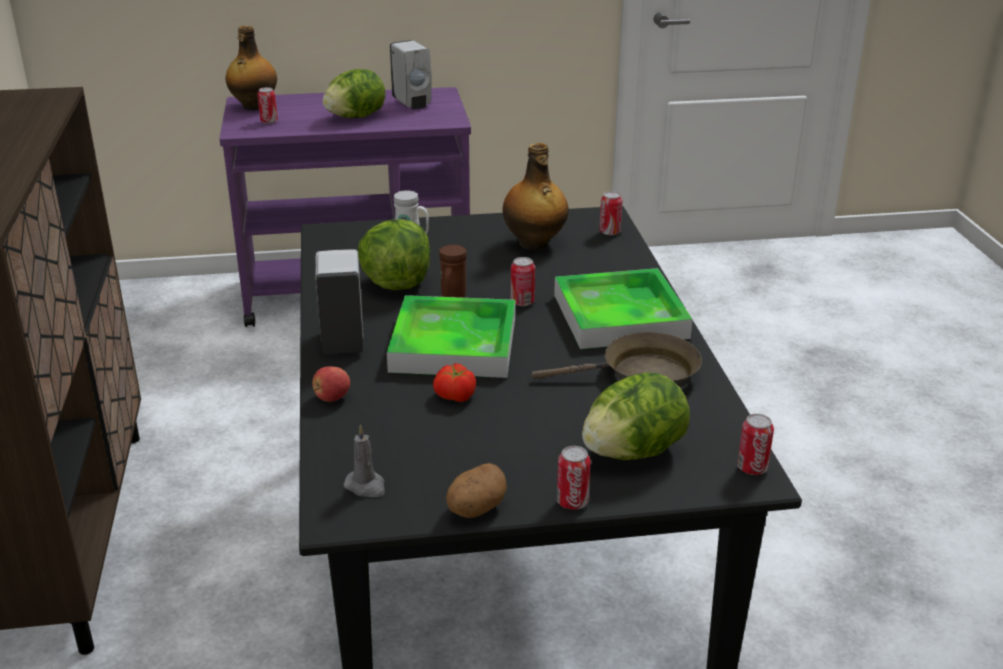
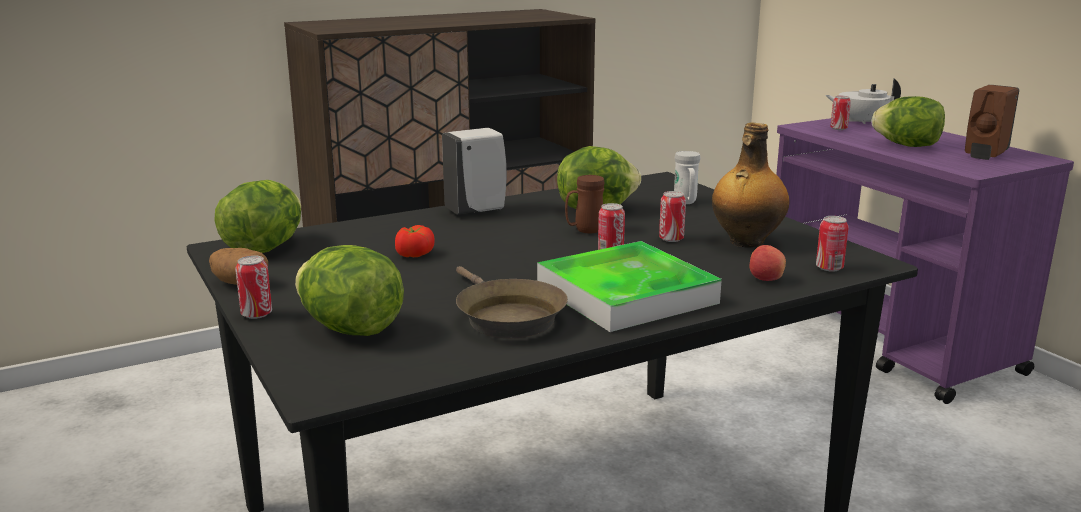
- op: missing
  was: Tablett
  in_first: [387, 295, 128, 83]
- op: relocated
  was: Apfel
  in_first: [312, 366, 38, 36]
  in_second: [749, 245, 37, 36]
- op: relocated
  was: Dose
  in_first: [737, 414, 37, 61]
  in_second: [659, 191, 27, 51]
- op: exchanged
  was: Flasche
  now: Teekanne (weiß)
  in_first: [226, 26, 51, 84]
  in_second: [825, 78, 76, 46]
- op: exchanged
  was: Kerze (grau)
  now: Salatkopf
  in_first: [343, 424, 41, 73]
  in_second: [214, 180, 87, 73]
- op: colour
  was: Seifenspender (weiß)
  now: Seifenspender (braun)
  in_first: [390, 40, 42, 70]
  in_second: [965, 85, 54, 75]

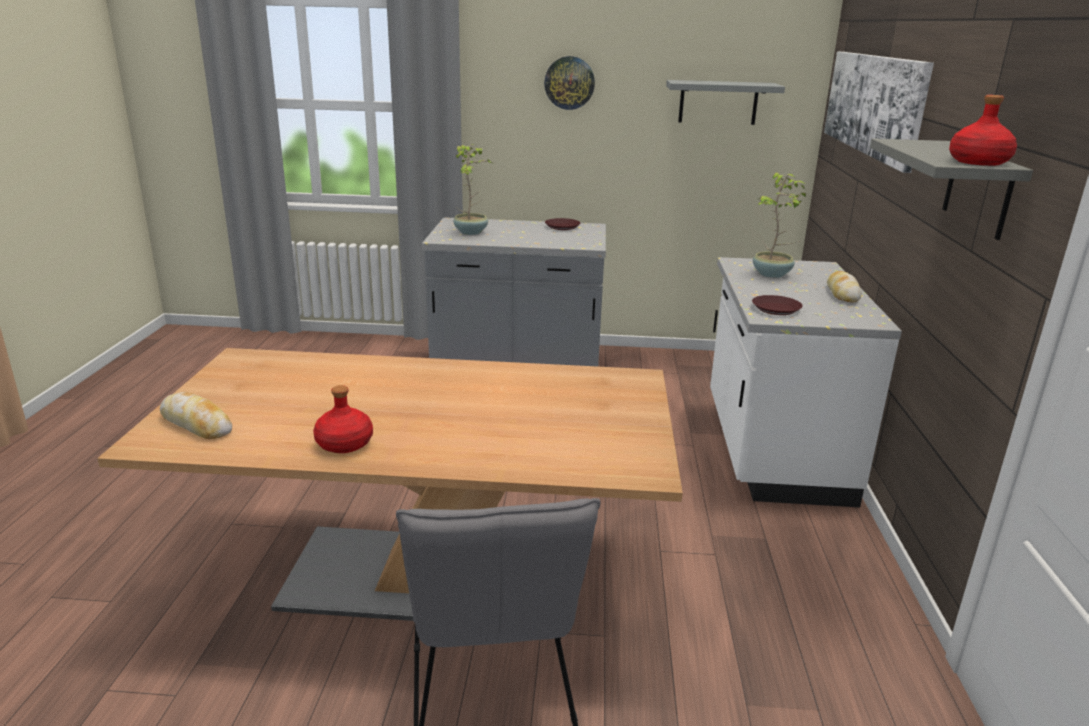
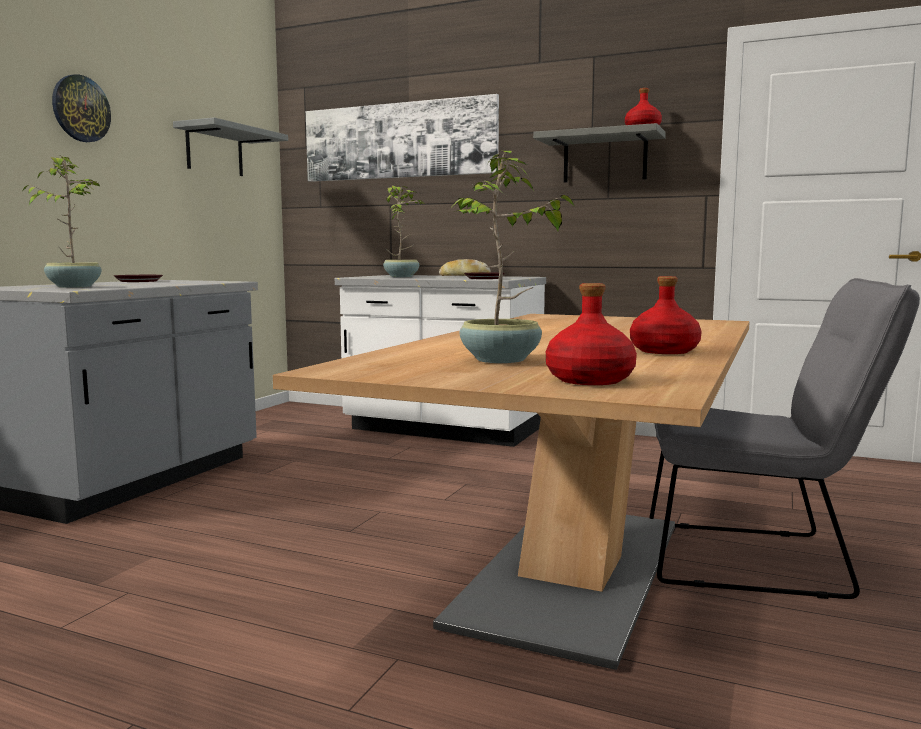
- op: appeared
  now: Topfpflanze
  in_second: [451, 151, 125, 212]
- op: exchanged
  was: Brot
  now: Flasche (rot)
  in_first: [160, 392, 72, 47]
  in_second: [546, 283, 91, 102]

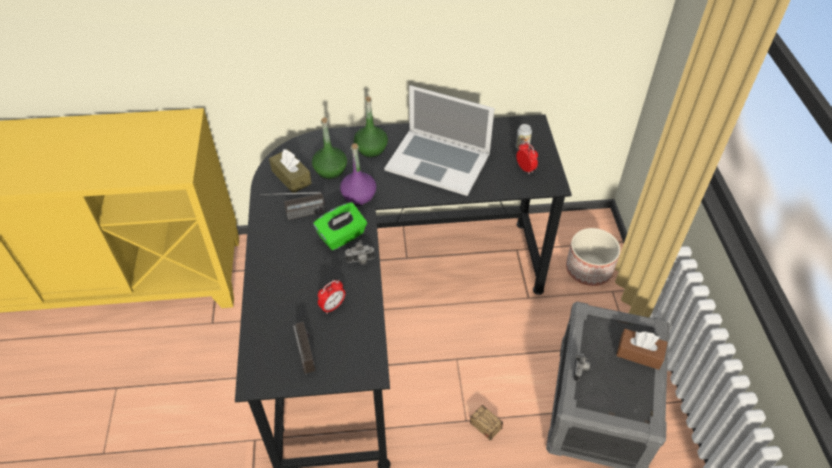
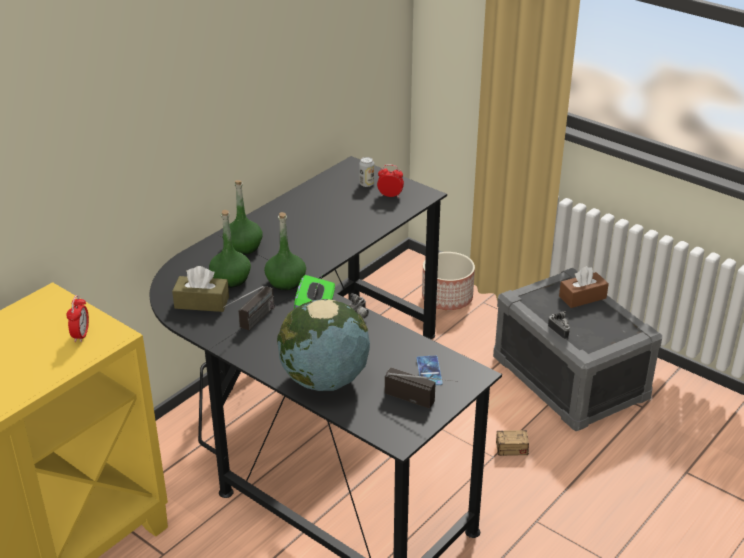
- op: missing
  was: Laptop
  in_first: [384, 85, 111, 111]
- op: appeared
  now: Globus
  in_second: [277, 299, 93, 92]
- op: appeared
  now: Handy
  in_second: [417, 356, 26, 29]
- op: relocated
  was: Wecker
  in_first: [318, 280, 27, 34]
  in_second: [67, 295, 22, 48]
- op: colour
  was: Flasche (lila)
  now: Flasche (grün)
  in_first: [340, 143, 37, 63]
  in_second: [264, 212, 42, 78]

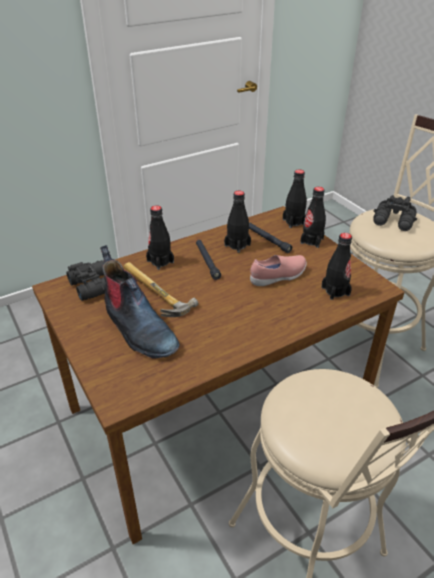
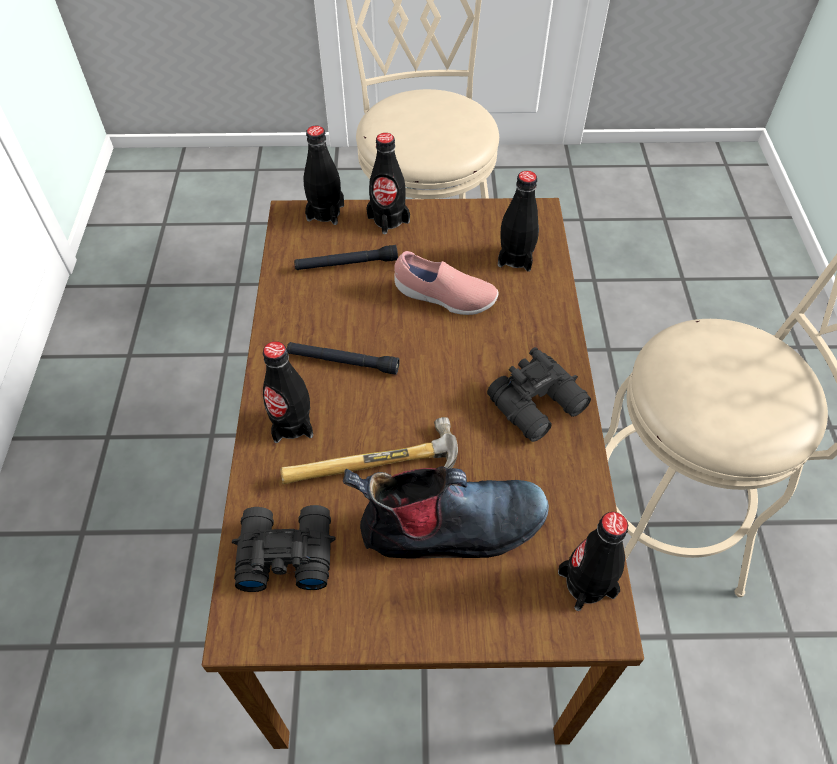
- op: relocated
  was: Flasche (schwarz)
  in_first: [224, 191, 27, 62]
  in_second: [558, 512, 70, 99]
- op: relocated
  was: Fernglas (schwarz)
  in_first: [373, 195, 44, 36]
  in_second: [487, 347, 104, 95]
- op: spun
  was: Schuh (rosa)
  in_first: [250, 255, 57, 31]
  in_second: [394, 251, 105, 64]
  clockwise: 105

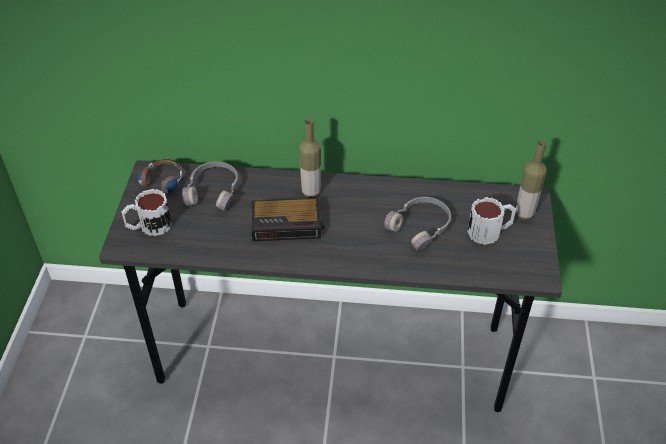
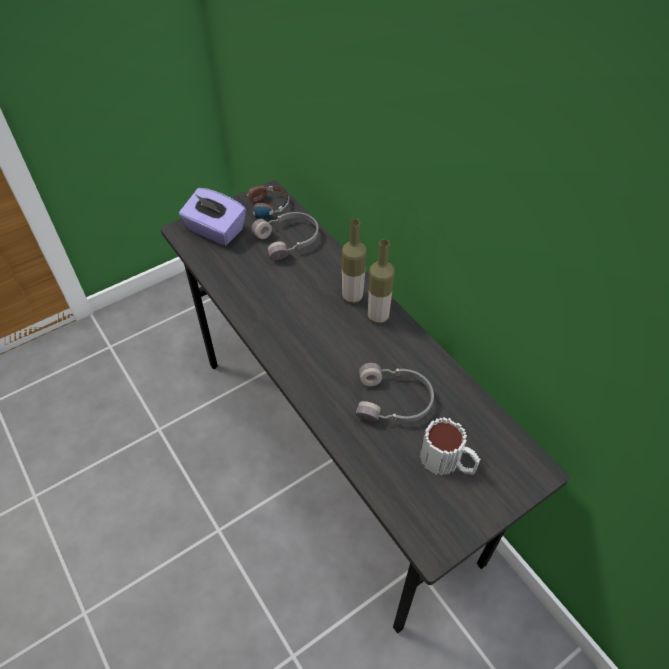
- op: missing
  was: Wecker
  in_first: [252, 198, 73, 43]
- op: relocated
  was: Flasche
  in_first: [516, 140, 31, 80]
  in_second: [368, 239, 27, 85]
- op: exchanged
  was: Henkelbecher
  now: Taschentuchbox (lila)
  in_first: [121, 189, 51, 47]
  in_second: [179, 188, 67, 58]

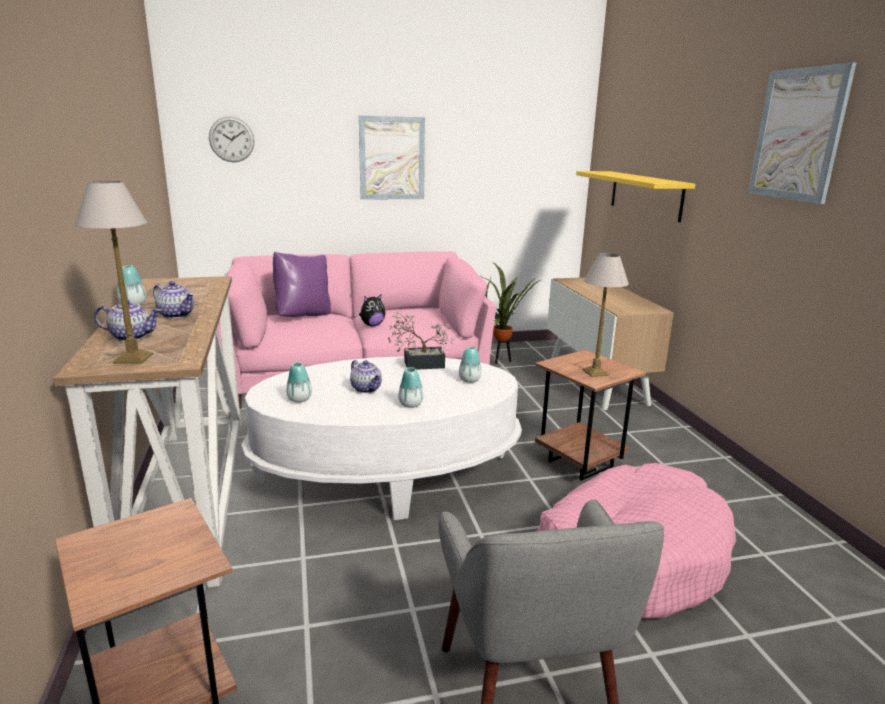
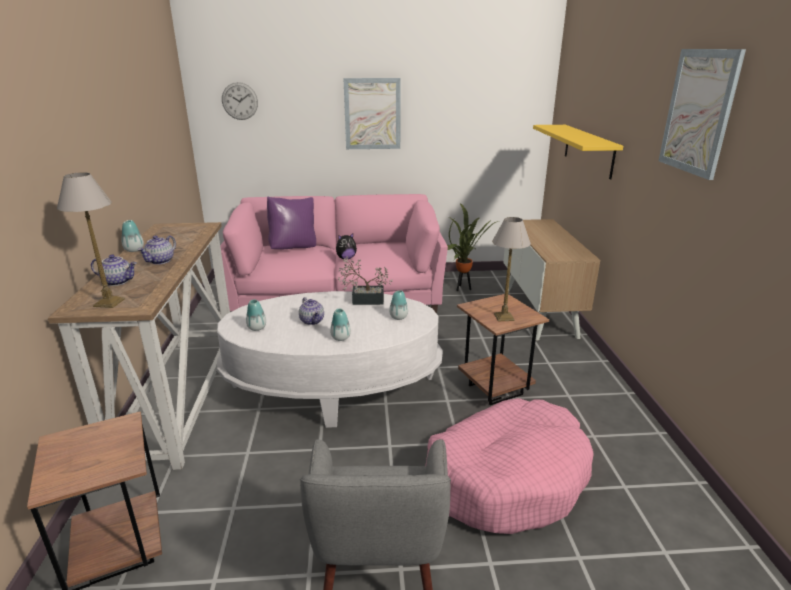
- op: spun
  was: Teekanne
  in_first: [153, 281, 41, 38]
  in_second: [138, 235, 38, 29]
  clockwise: 75

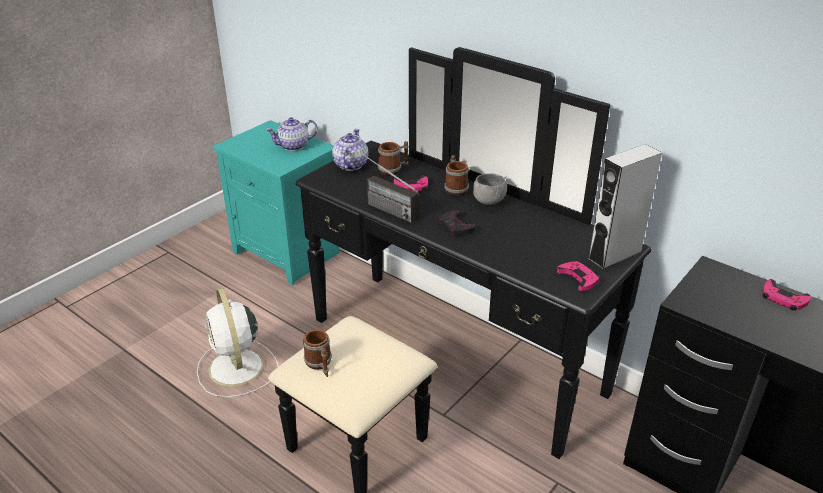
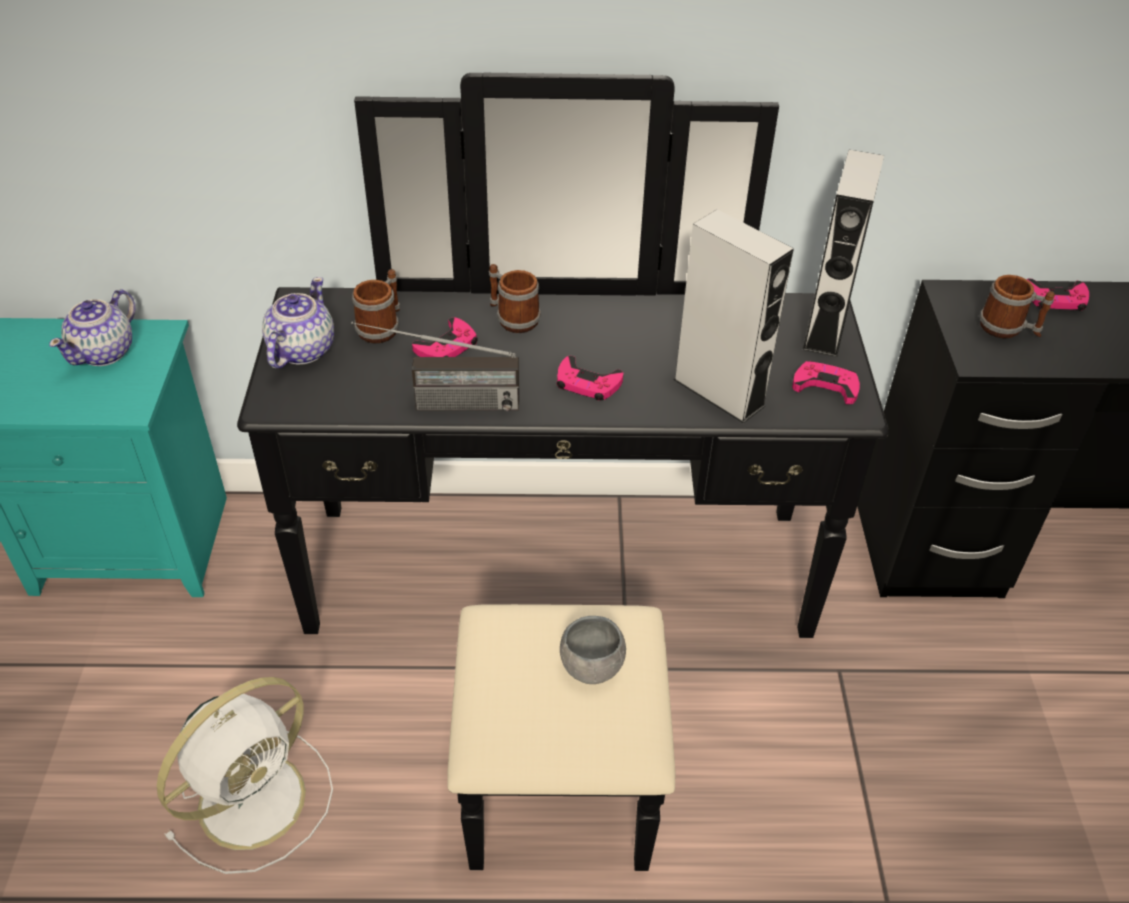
- op: appeared
  now: Lautsprecher (grau)
  in_second: [673, 209, 121, 214]
- op: relocated
  was: Henkelbecher
  in_first: [303, 329, 29, 48]
  in_second: [980, 275, 75, 64]
- op: relocated
  was: Schüssel (grau)
  in_first: [473, 173, 34, 32]
  in_second: [560, 616, 66, 68]
- op: colour
  was: Gamepad (schwarz)
  now: Gamepad (rosa)
  in_first: [439, 210, 36, 25]
  in_second: [557, 355, 66, 46]
- op: spun
  was: Ventilator (weiß)
  in_first: [197, 288, 82, 109]
  in_second: [157, 677, 176, 197]
  clockwise: -75
- op: spun
  was: Teekanne
  in_first: [332, 129, 37, 42]
  in_second: [262, 277, 72, 92]
  clockwise: 45

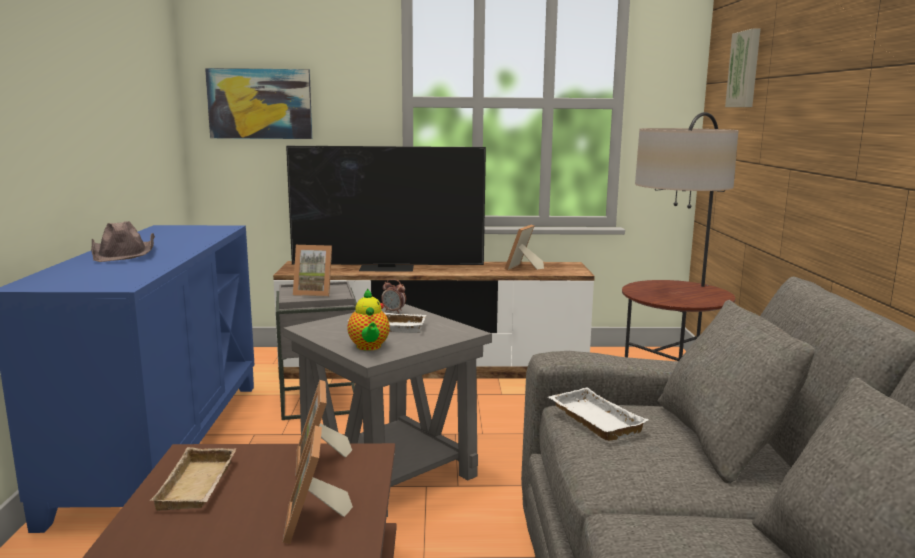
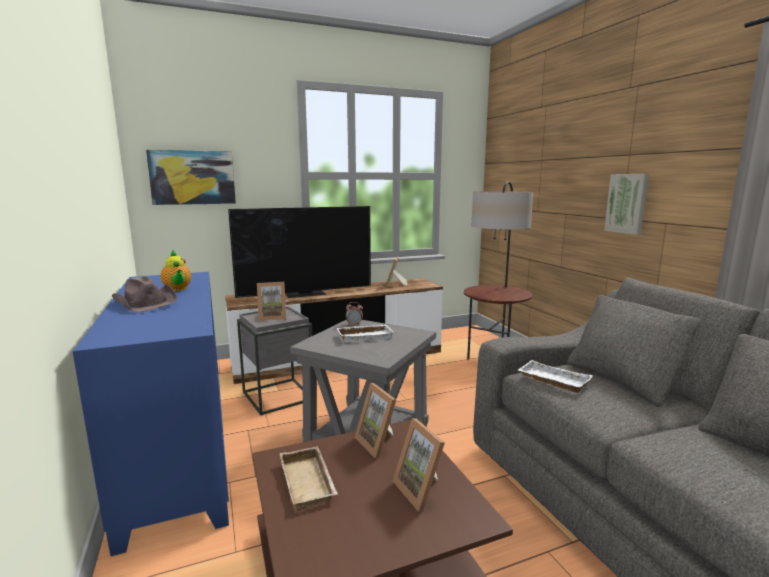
- op: relocated
  was: Teekanne
  in_first: [347, 289, 43, 62]
  in_second: [161, 250, 30, 41]
- op: relocated
  was: Bild
  in_first: [725, 28, 36, 79]
  in_second: [604, 174, 45, 61]

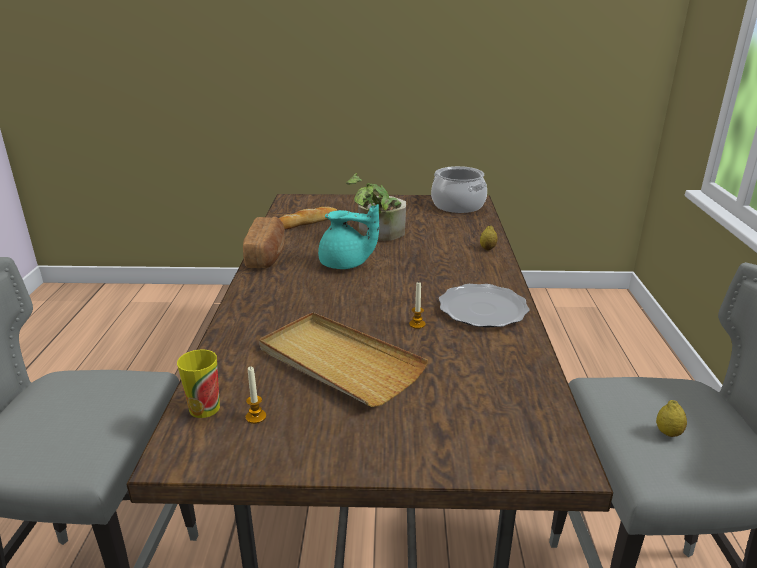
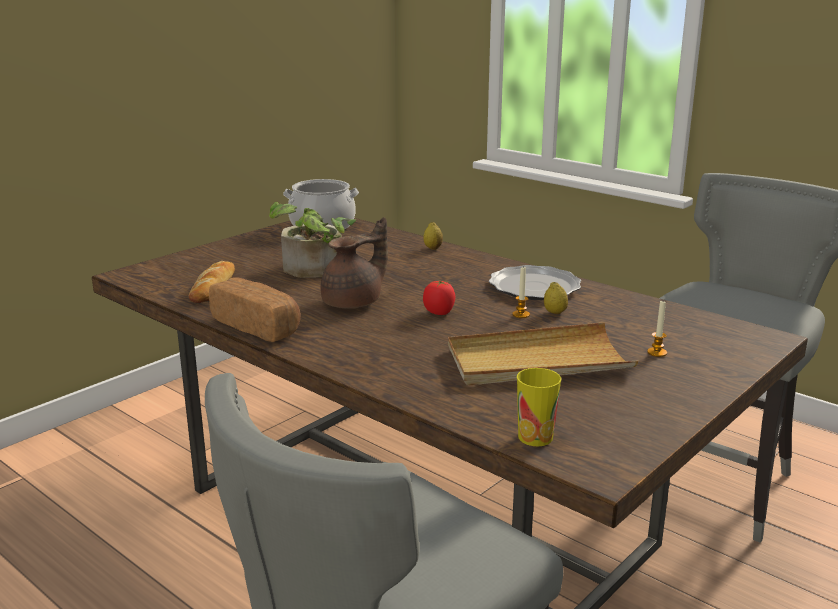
- op: appeared
  now: Tomate
  in_second: [423, 281, 32, 34]
- op: relocated
  was: Kerze
  in_first: [246, 366, 20, 58]
  in_second: [647, 301, 20, 56]
- op: relocated
  was: Zitrone
  in_first: [656, 400, 31, 37]
  in_second: [544, 282, 24, 32]
- op: colour
  was: Teekanne (türkis)
  now: Teekanne (braun)
  in_first: [318, 204, 61, 65]
  in_second: [320, 217, 68, 91]

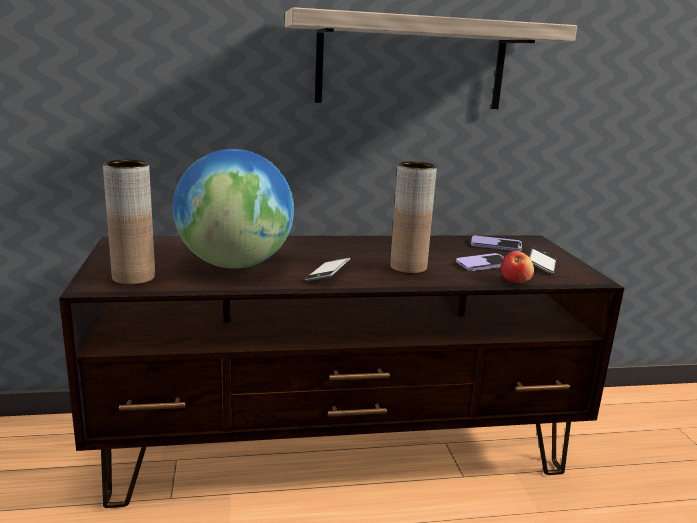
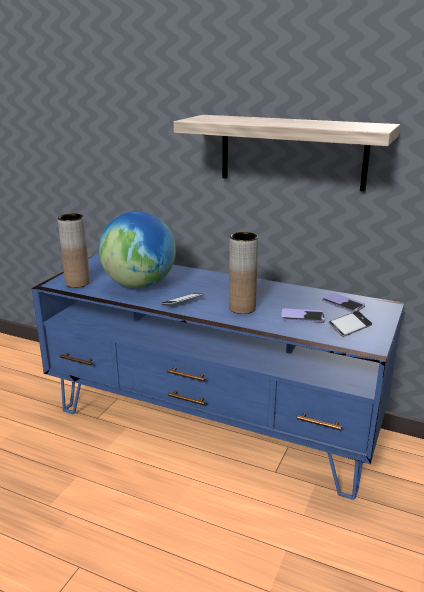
- op: missing
  was: Apfel
  in_first: [501, 251, 33, 32]
- op: colour
  was: Fernsehschrank (braun)
  now: Fernsehschrank (blau)
  in_first: [59, 235, 565, 273]
  in_second: [32, 253, 372, 247]

